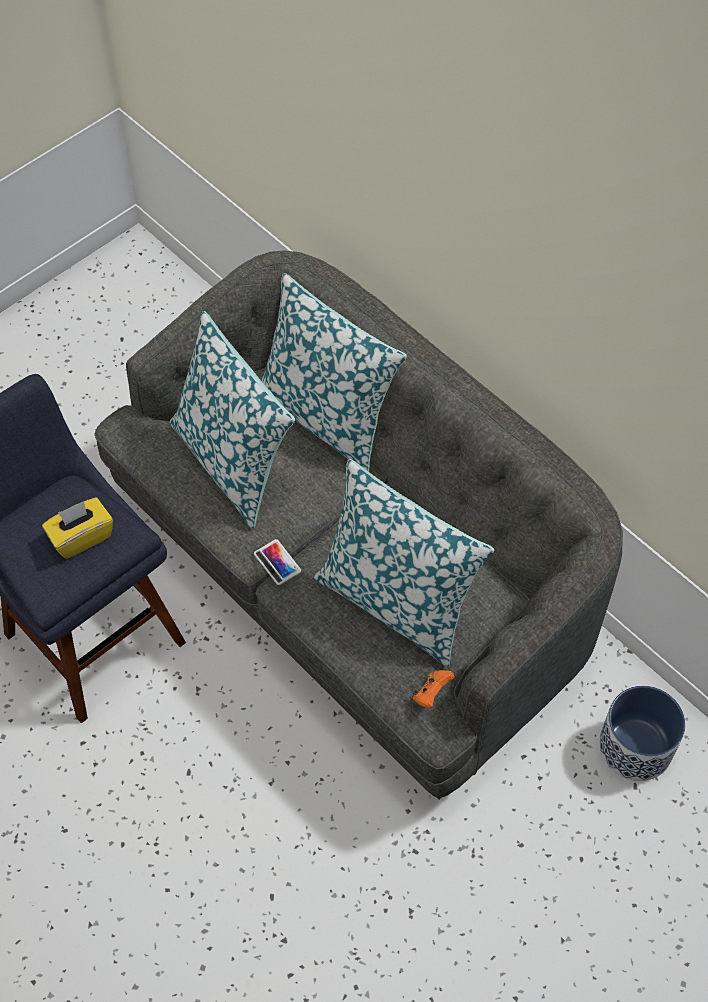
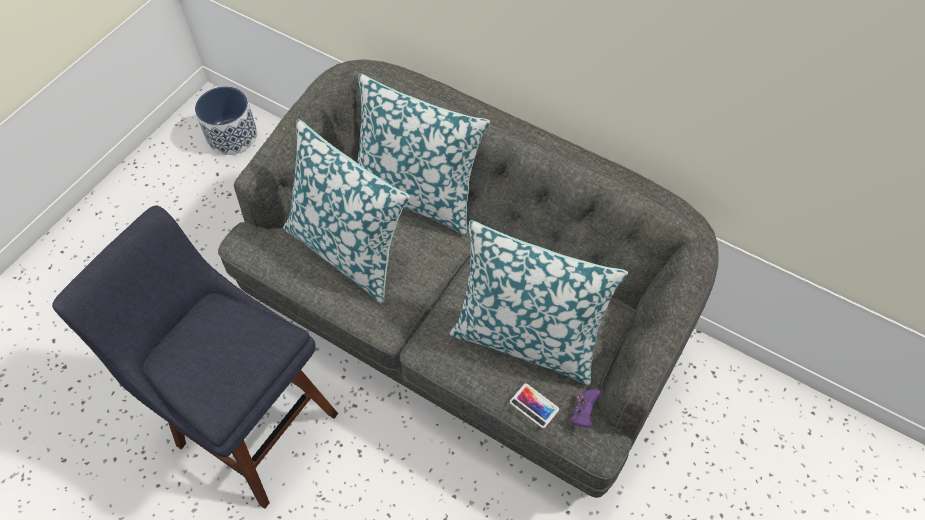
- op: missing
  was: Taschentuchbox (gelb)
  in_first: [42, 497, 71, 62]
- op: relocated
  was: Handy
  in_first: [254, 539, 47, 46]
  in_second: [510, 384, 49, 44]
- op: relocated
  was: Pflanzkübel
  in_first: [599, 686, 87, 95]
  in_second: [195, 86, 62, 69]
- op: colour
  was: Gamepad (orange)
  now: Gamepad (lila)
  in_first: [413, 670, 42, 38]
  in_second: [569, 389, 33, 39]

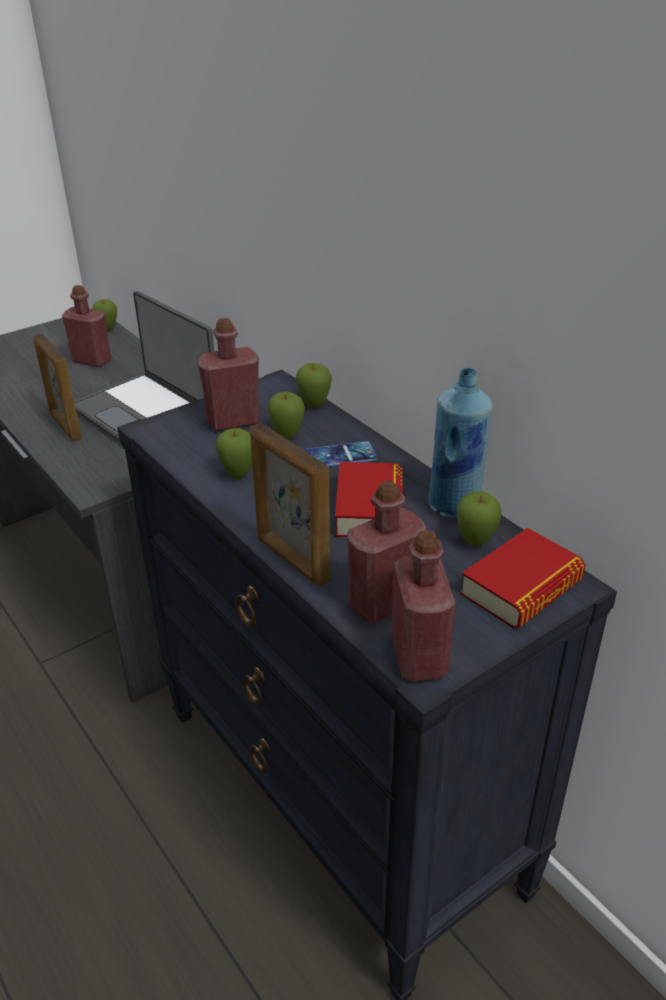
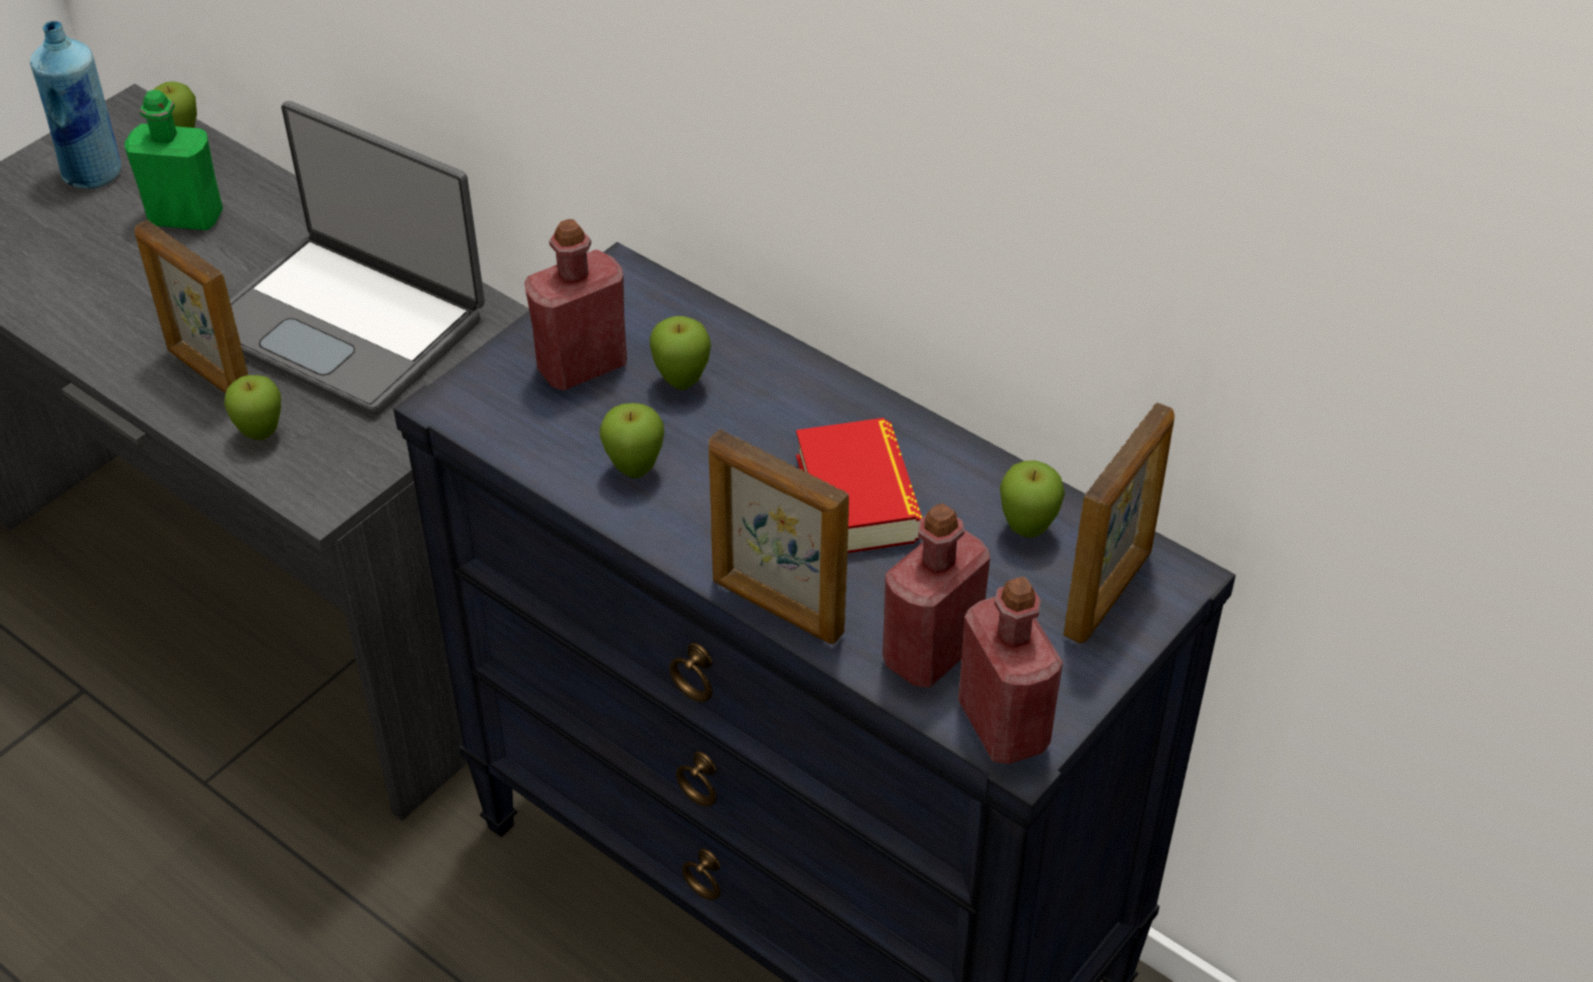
- op: missing
  was: Handy
  in_first: [304, 441, 73, 26]
- op: relocated
  was: Apfel
  in_first: [296, 363, 36, 45]
  in_second: [224, 375, 57, 65]
- op: relocated
  was: Flasche (blau)
  in_first: [428, 368, 64, 151]
  in_second: [30, 21, 91, 168]
- op: exchanged
  was: Buch
  now: Bilderrahmen
  in_first: [460, 528, 126, 101]
  in_second: [1063, 403, 112, 240]
- op: colour
  was: Flasche (rot)
  now: Flasche (grün)
  in_first: [62, 285, 49, 82]
  in_second: [125, 90, 98, 140]

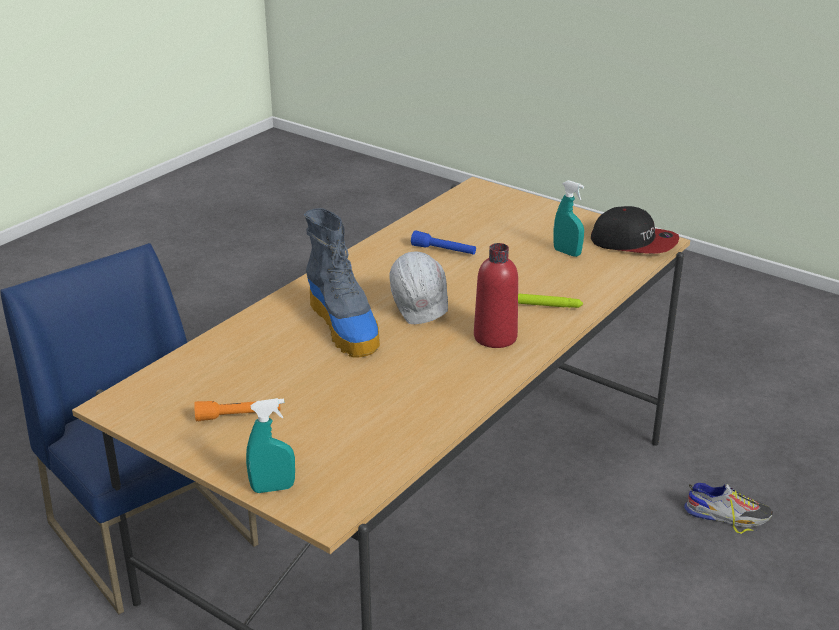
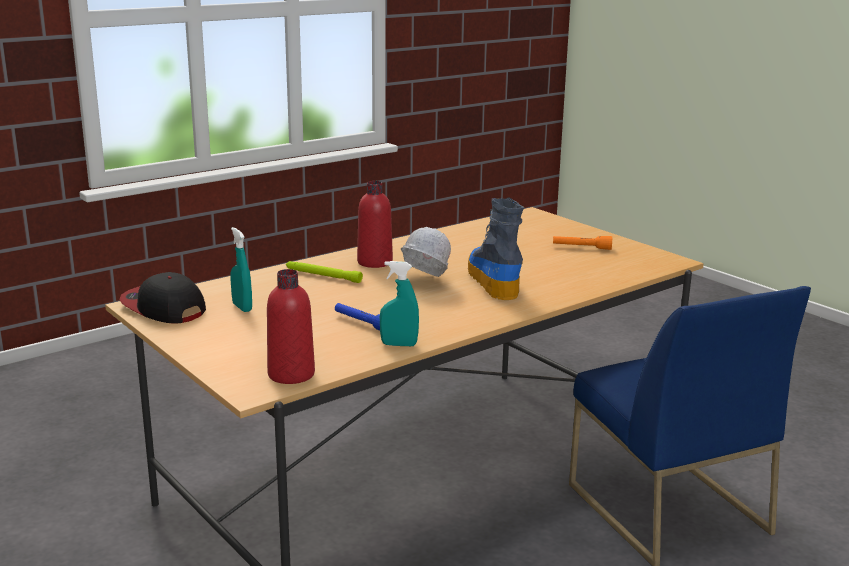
- op: missing
  was: Schuh
  in_first: [684, 483, 89, 51]
- op: appeared
  now: Flasche (rot)
  in_second: [267, 269, 48, 115]
- op: relocated
  was: Sprühflasche (türkis)
  in_first: [246, 398, 49, 95]
  in_second: [380, 261, 39, 85]

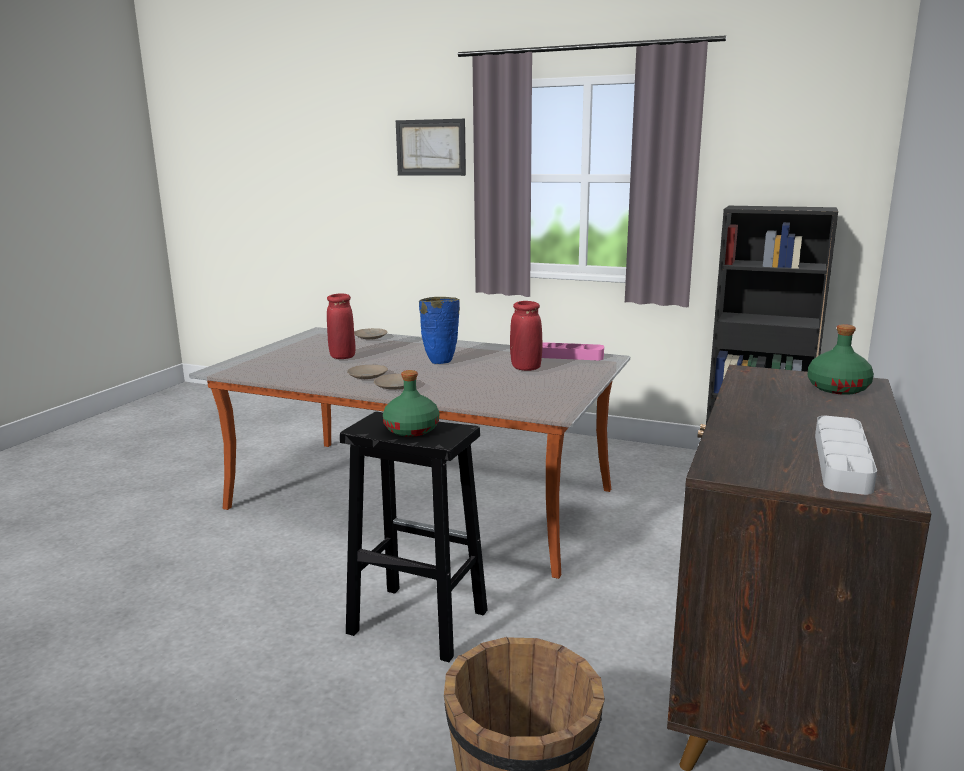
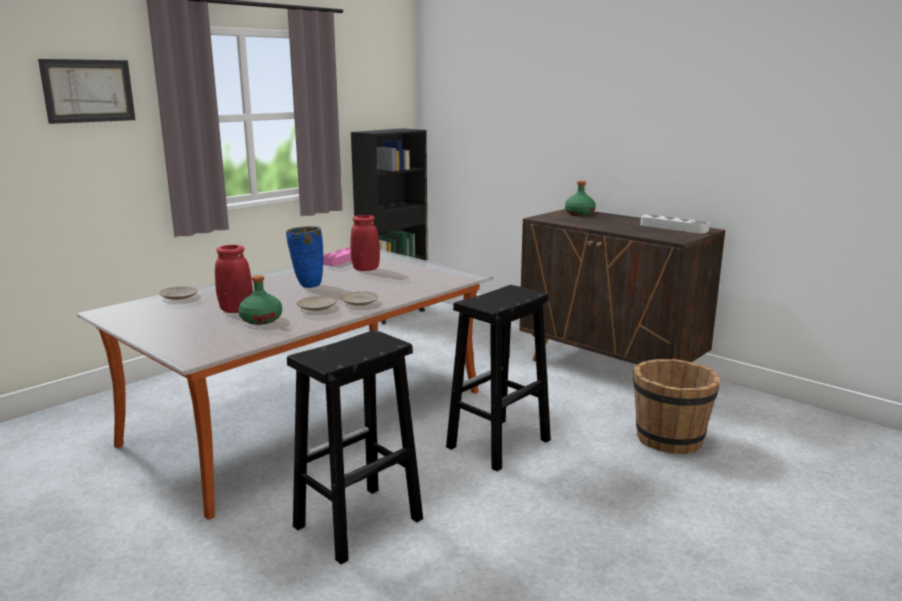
- op: appeared
  now: Hocker (schwarz)
  in_second: [287, 330, 136, 234]
- op: relocated
  was: Flasche (grün)
  in_first: [383, 370, 56, 67]
  in_second: [238, 275, 44, 50]

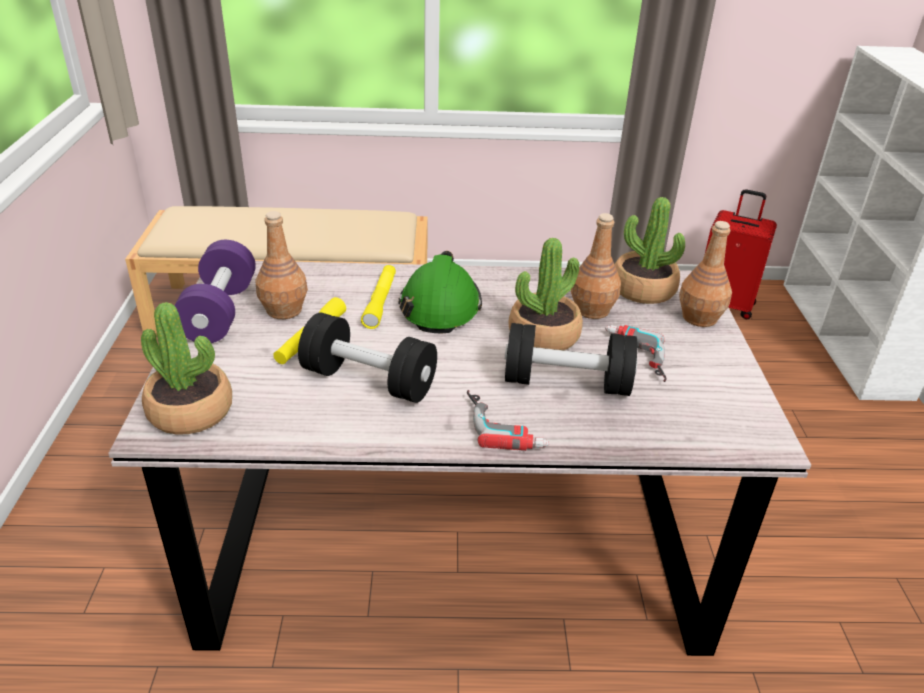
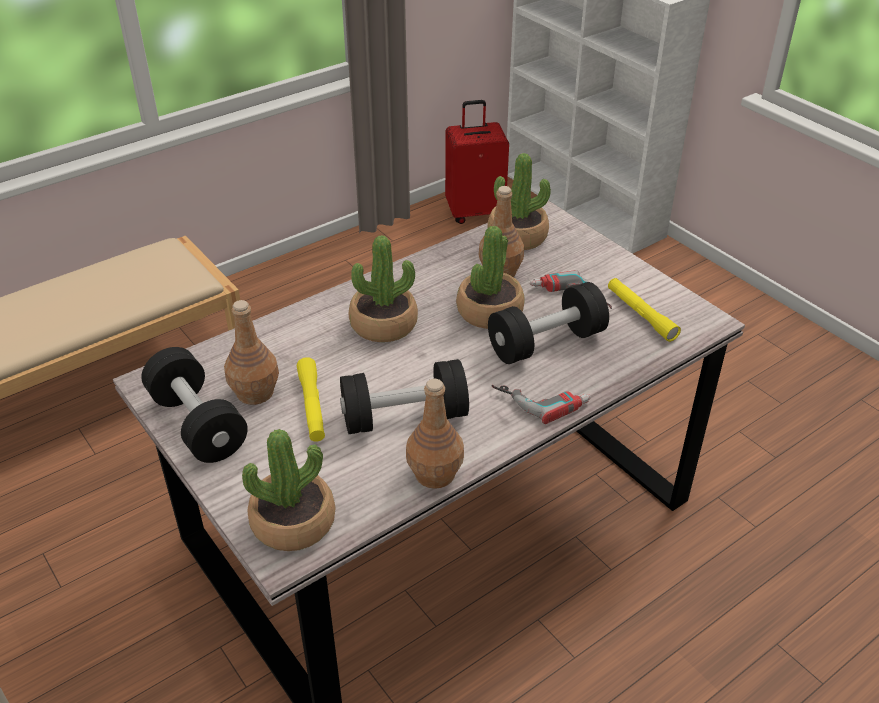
- op: relocated
  was: Taschenlampe (gelb)
  in_first: [361, 265, 35, 64]
  in_second: [608, 278, 73, 64]
- op: relocated
  was: Flasche (braun)
  in_first: [679, 221, 53, 106]
  in_second: [406, 379, 58, 110]
- op: exchanged
  was: Schutzhelm (grün)
  now: Topfpflanze
  in_first: [398, 251, 84, 82]
  in_second: [349, 235, 69, 107]
- op: colour
  was: Hantel (lila)
  now: Hantel (schwarz)
  in_first: [174, 240, 82, 103]
  in_second: [141, 347, 107, 116]

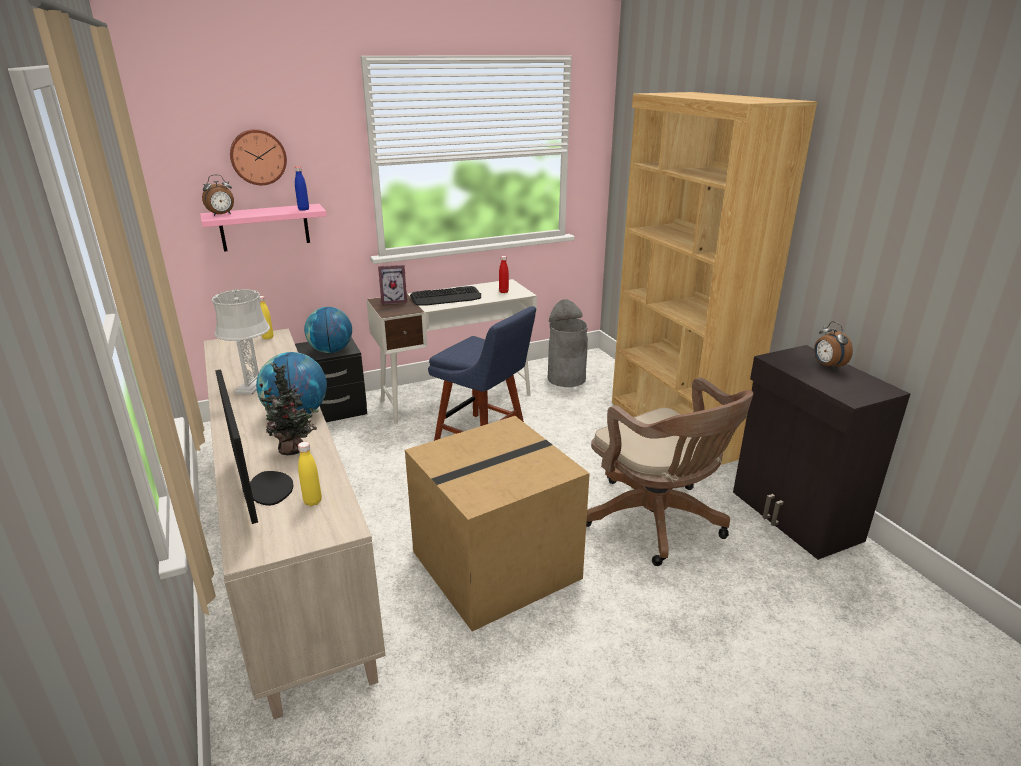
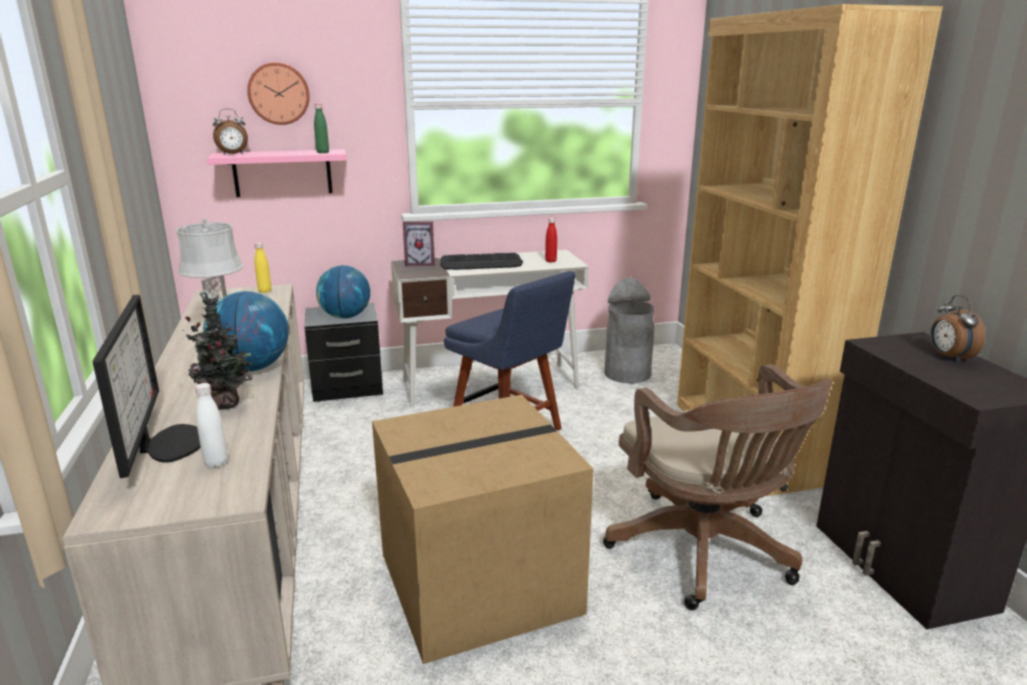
- op: colour
  was: Flasche (blau)
  now: Flasche (grün)
  in_first: [295, 167, 14, 44]
  in_second: [314, 104, 15, 49]
- op: colour
  was: Flasche (gelb)
  now: Flasche (weiß)
  in_first: [298, 442, 24, 64]
  in_second: [195, 383, 33, 85]

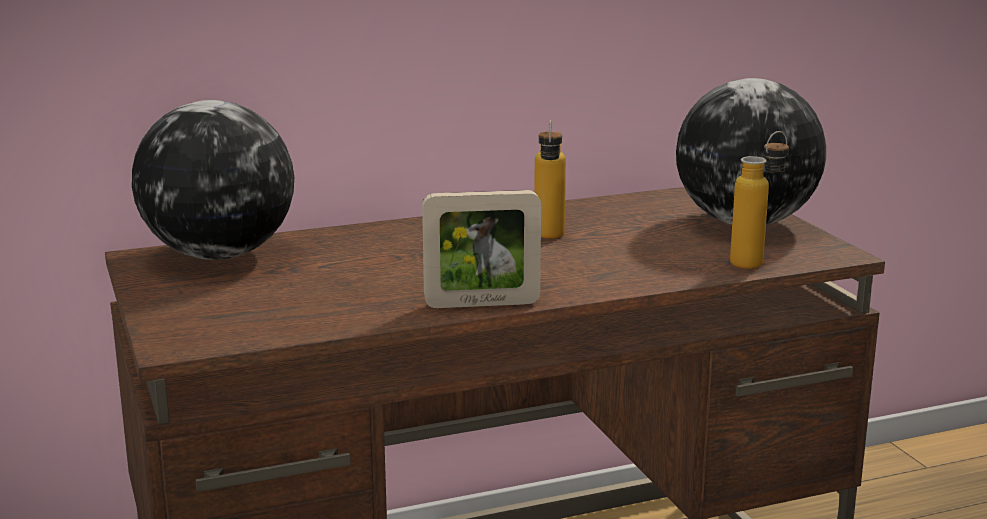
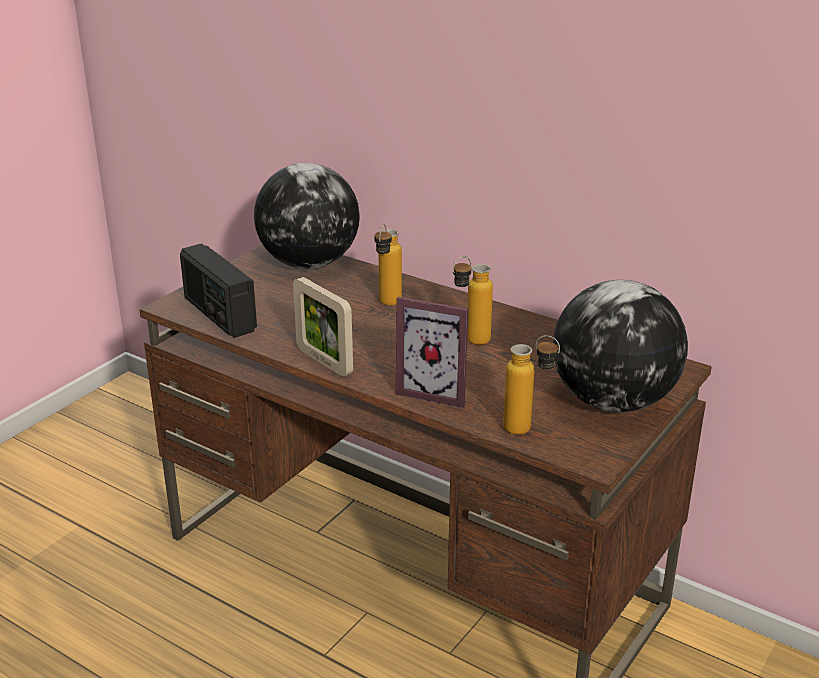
- op: appeared
  now: Radio
  in_second: [180, 244, 77, 94]
- op: appeared
  now: Flasche
  in_second: [374, 224, 28, 82]
- op: appeared
  now: Bilderrahmen
  in_second: [396, 297, 73, 111]

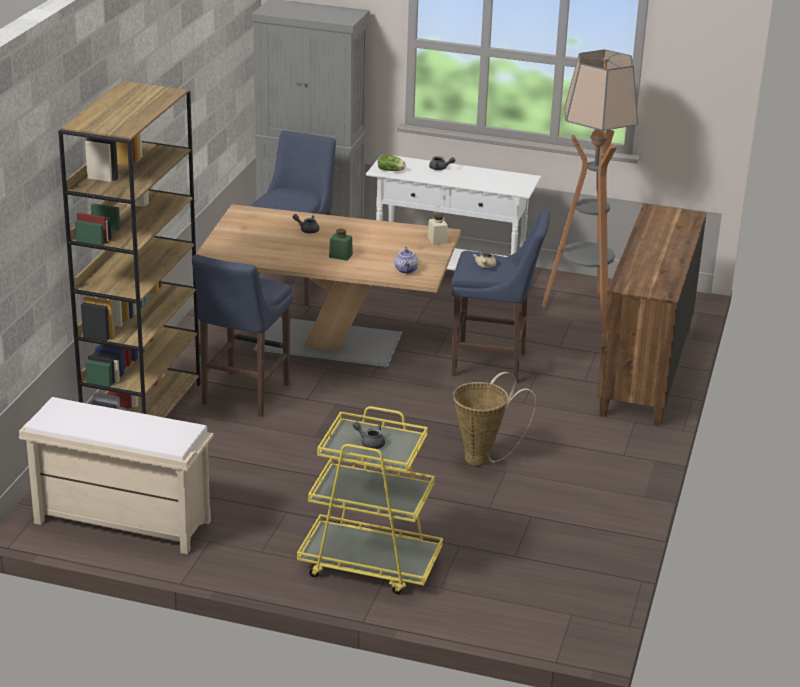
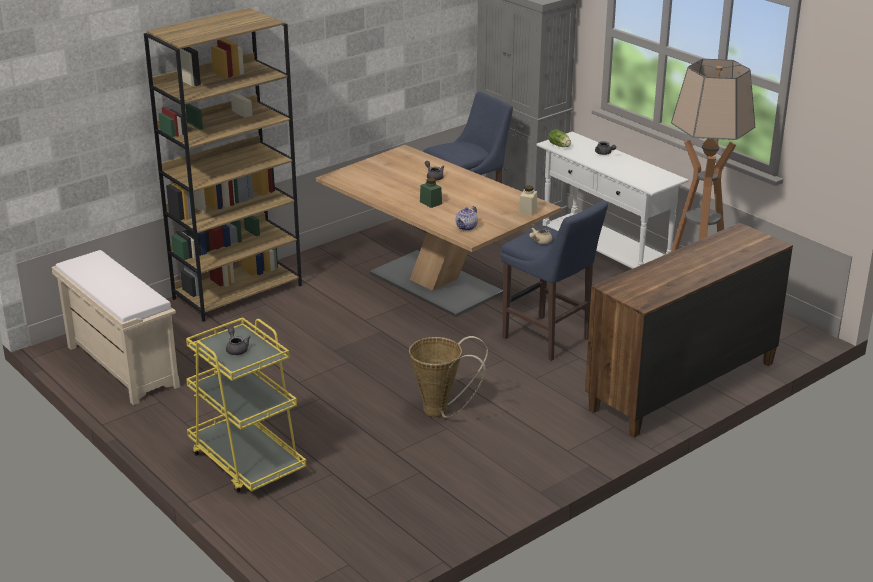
- op: missing
  was: Hocker (blau)
  in_first: [192, 255, 101, 162]

